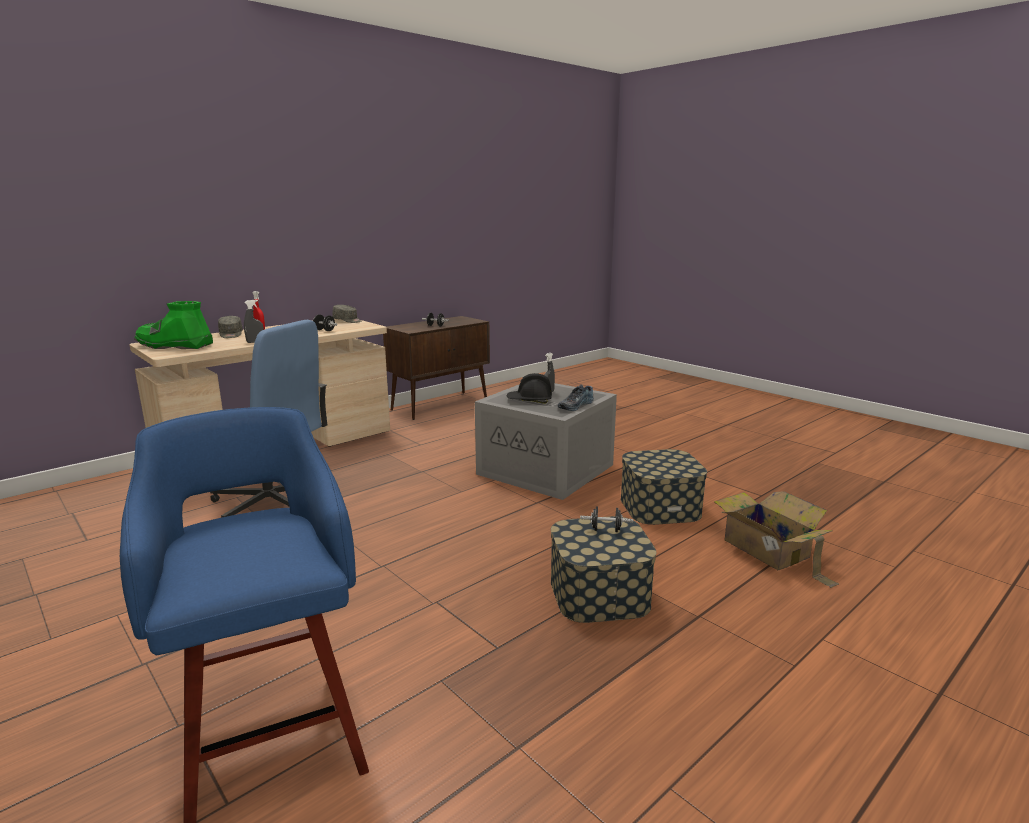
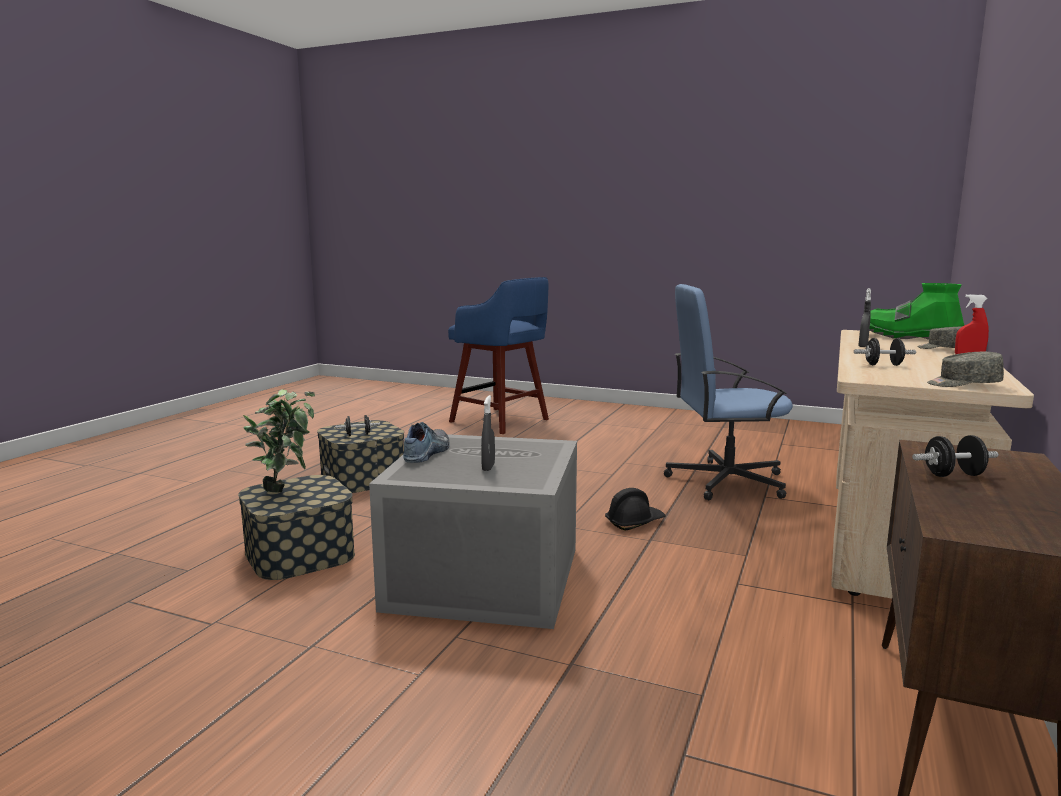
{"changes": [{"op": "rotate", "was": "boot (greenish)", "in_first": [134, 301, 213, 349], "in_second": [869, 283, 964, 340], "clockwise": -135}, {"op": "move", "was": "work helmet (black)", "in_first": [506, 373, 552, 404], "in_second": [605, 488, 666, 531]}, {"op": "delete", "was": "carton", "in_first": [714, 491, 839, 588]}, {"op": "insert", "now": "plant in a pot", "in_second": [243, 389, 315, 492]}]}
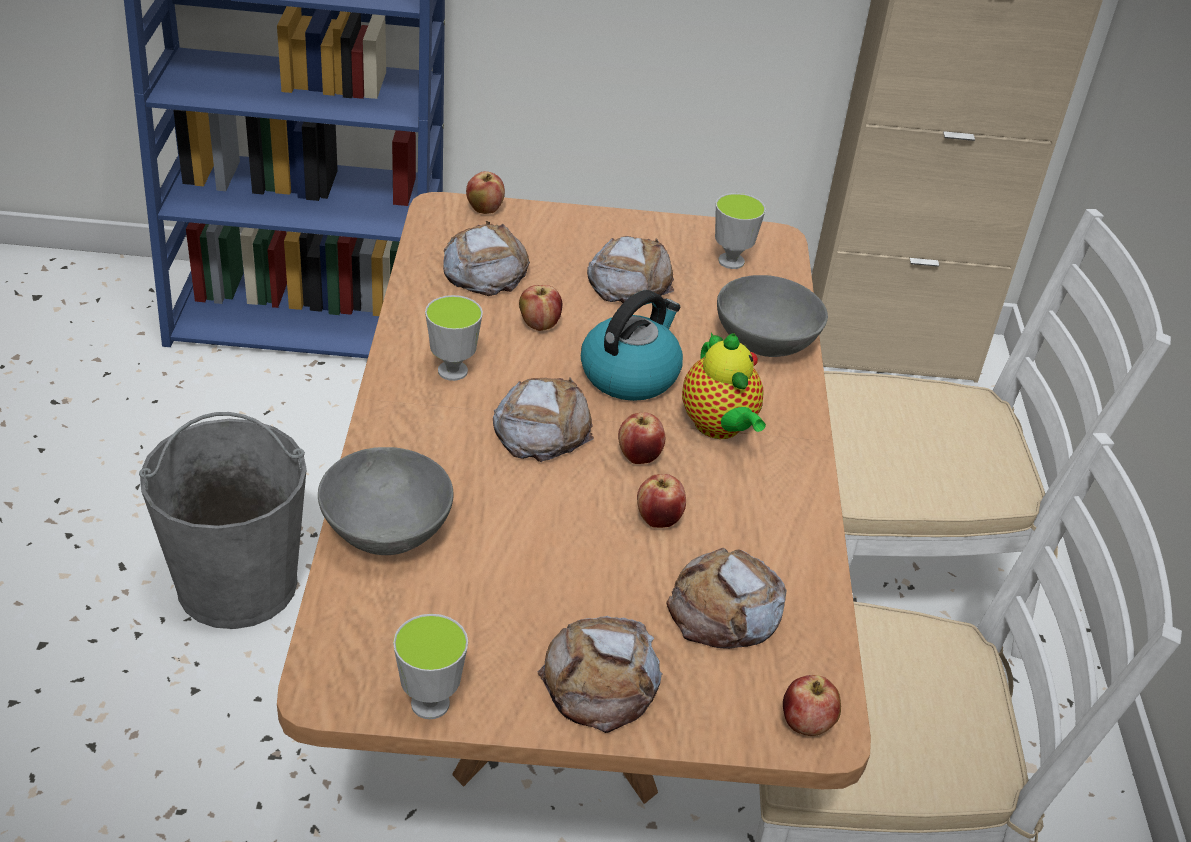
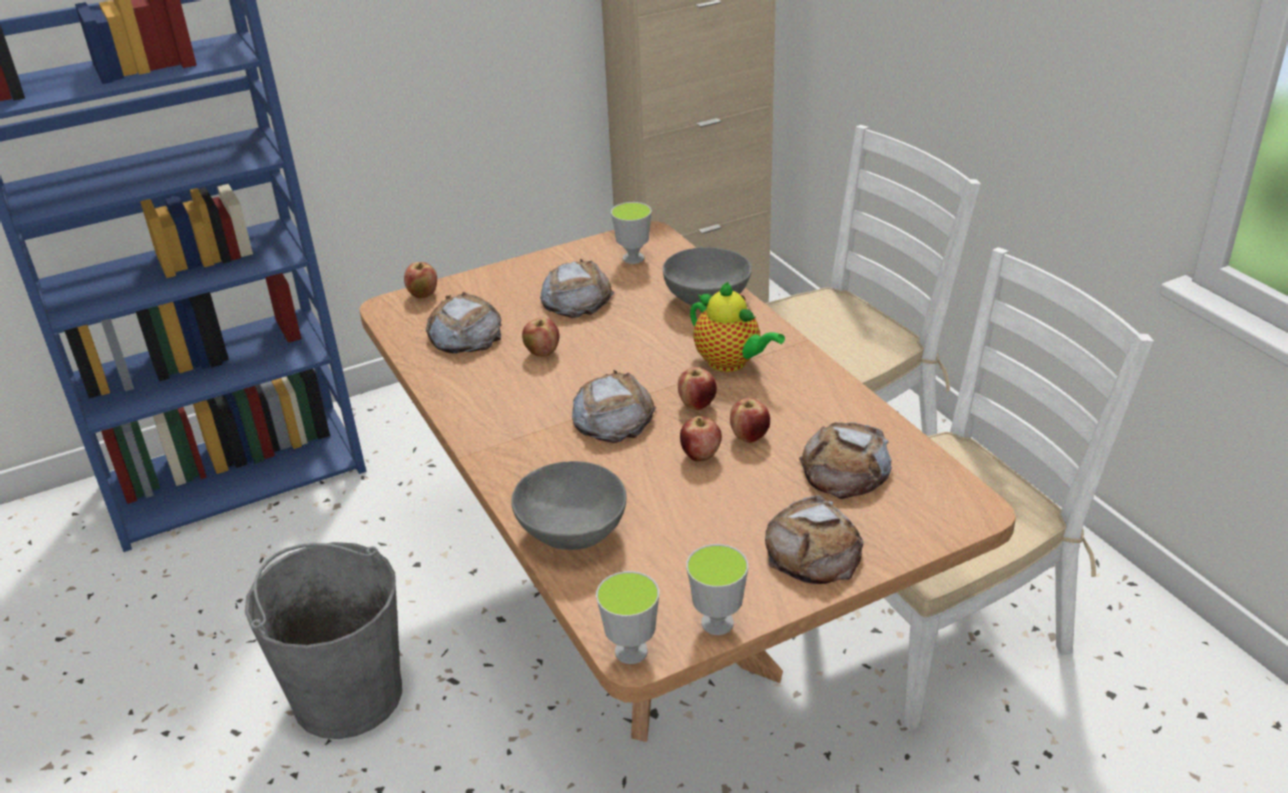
{"changes": [{"op": "move", "was": "drinking cup", "in_first": [425, 295, 483, 381], "in_second": [596, 571, 659, 664]}, {"op": "delete", "was": "kettle", "in_first": [581, 290, 683, 401]}, {"op": "move", "was": "apple", "in_first": [783, 675, 841, 736], "in_second": [680, 416, 722, 461]}]}
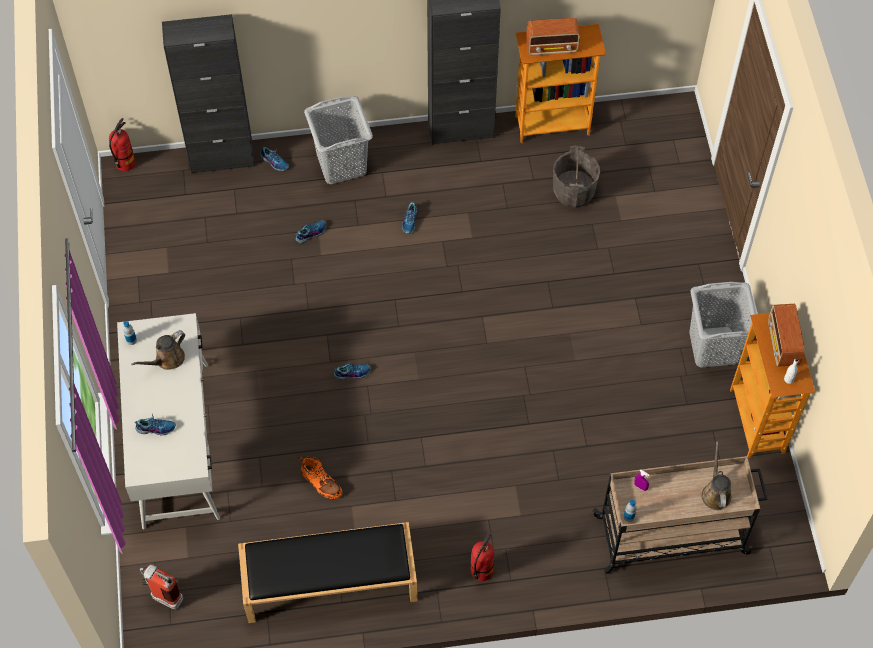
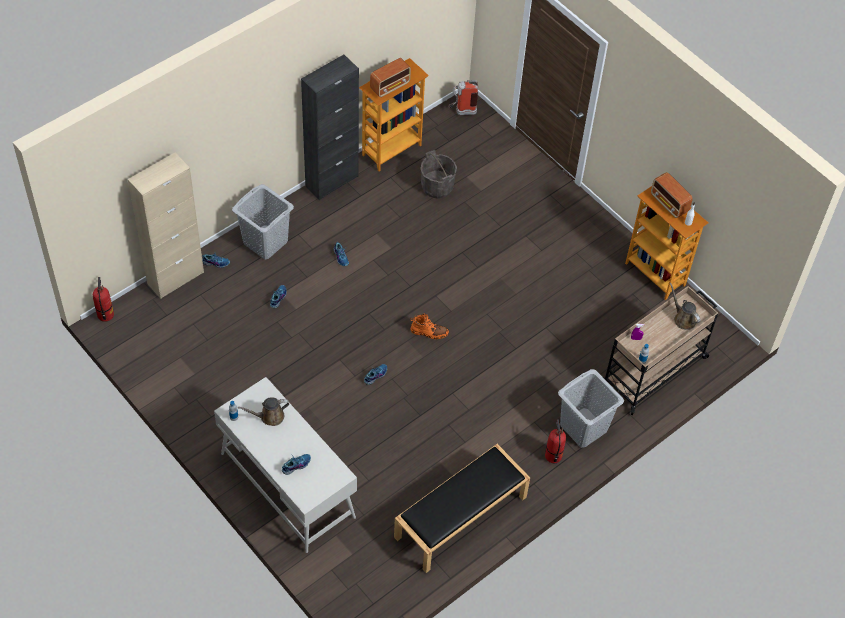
{"changes": [{"op": "rotate", "was": "sprinkling can (brown-coloured)", "in_first": [131, 330, 185, 370], "in_second": [238, 397, 289, 426], "clockwise": 60}, {"op": "move", "was": "extinguisher", "in_first": [140, 565, 183, 609], "in_second": [449, 80, 478, 115]}, {"op": "recolor", "was": "cabinet (black)", "now": "cabinet (sand-coloured)", "in_first": [162, 14, 255, 174], "in_second": [128, 153, 204, 299]}, {"op": "move", "was": "boot (orange)", "in_first": [299, 456, 343, 499], "in_second": [410, 313, 449, 339]}, {"op": "move", "was": "hamper (grey)", "in_first": [689, 282, 756, 367], "in_second": [558, 369, 624, 448]}]}
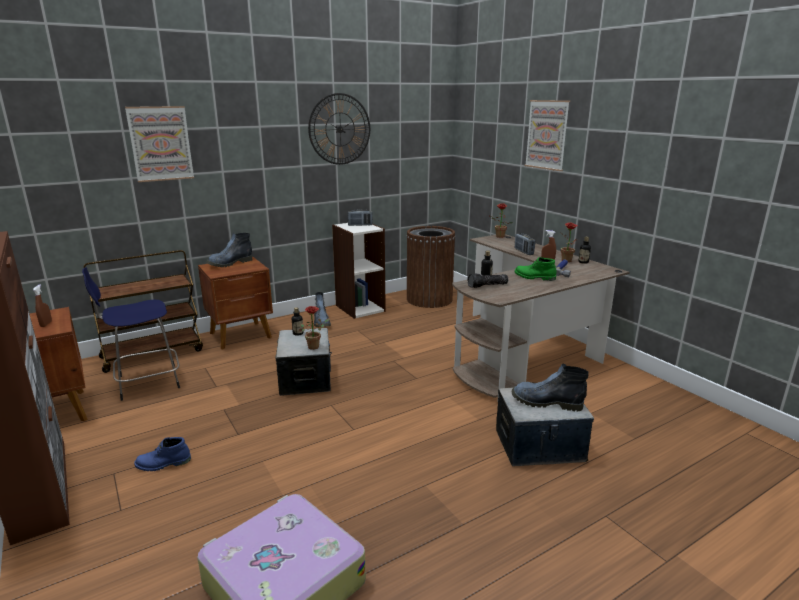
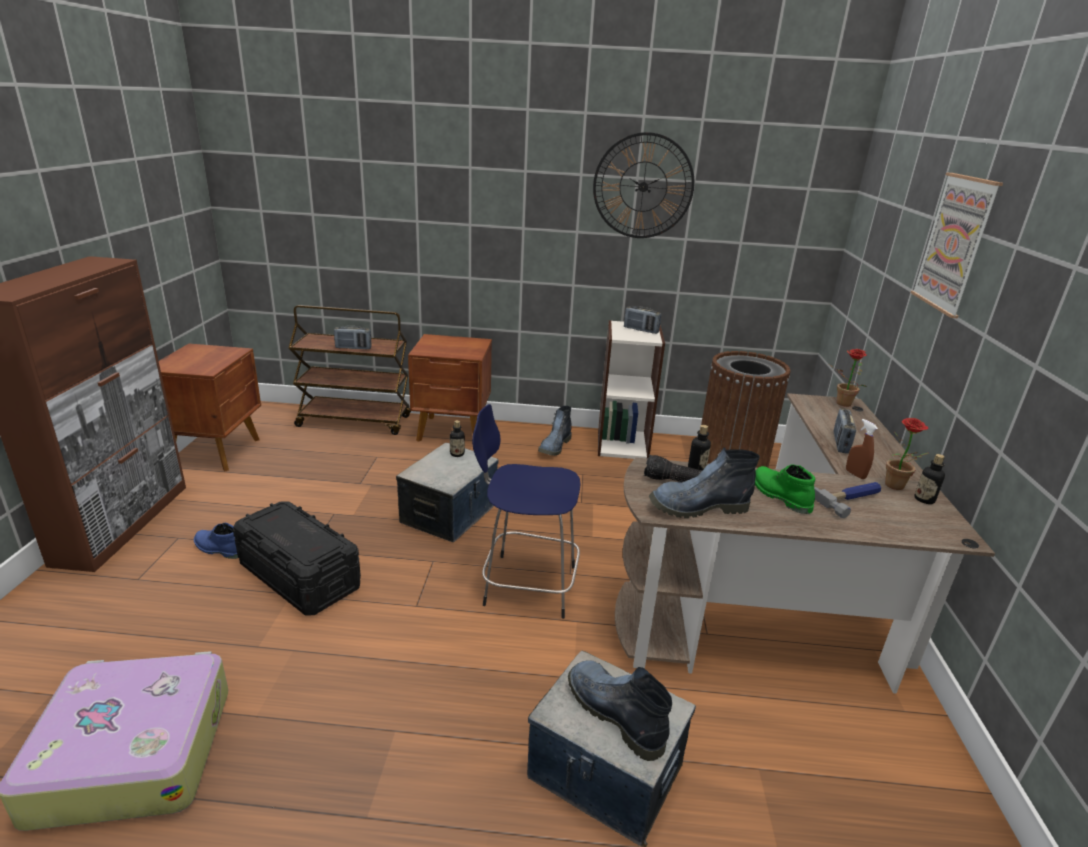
{"changes": [{"op": "delete", "was": "spray bottle (brown-coloured)", "in_first": [33, 284, 52, 327]}, {"op": "move", "was": "stool (bluish)", "in_first": [82, 267, 180, 401], "in_second": [472, 404, 581, 619]}, {"op": "delete", "was": "wall picture", "in_first": [125, 106, 194, 182]}, {"op": "move", "was": "boot", "in_first": [206, 233, 253, 267], "in_second": [649, 447, 760, 518]}, {"op": "delete", "was": "plant in a pot", "in_first": [300, 306, 330, 350]}, {"op": "insert", "now": "storage box (black)", "in_second": [233, 502, 361, 616]}, {"op": "insert", "now": "radio set", "in_second": [334, 326, 371, 349]}]}
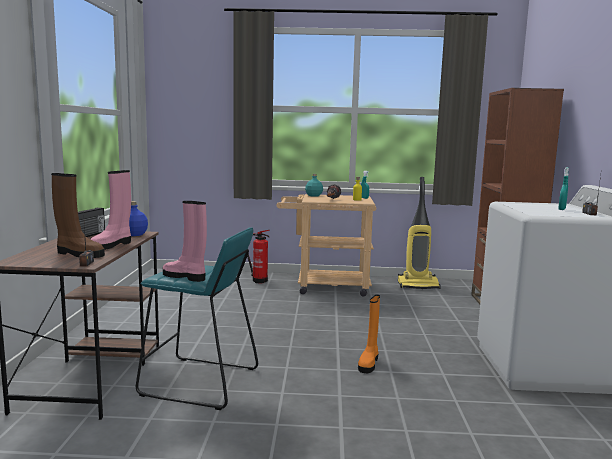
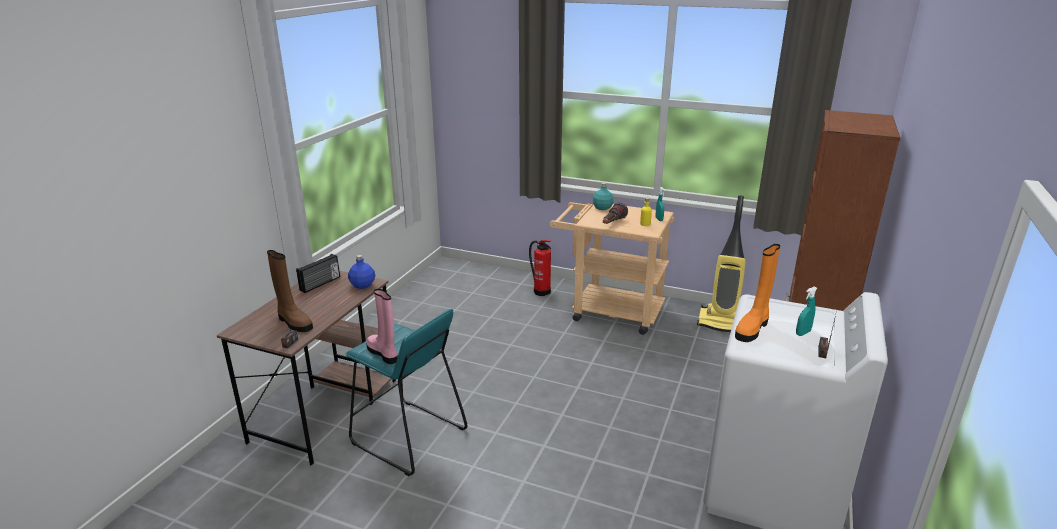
{"changes": [{"op": "delete", "was": "boot (pinkish)", "in_first": [91, 170, 131, 250]}, {"op": "move", "was": "boot (orange)", "in_first": [358, 295, 380, 373], "in_second": [735, 244, 780, 342]}]}
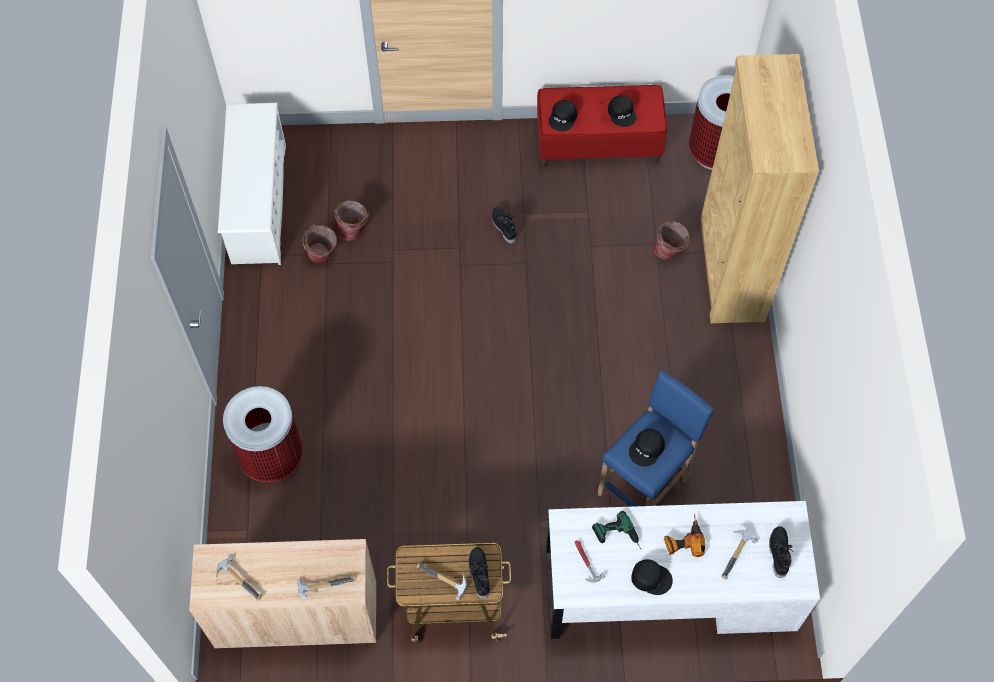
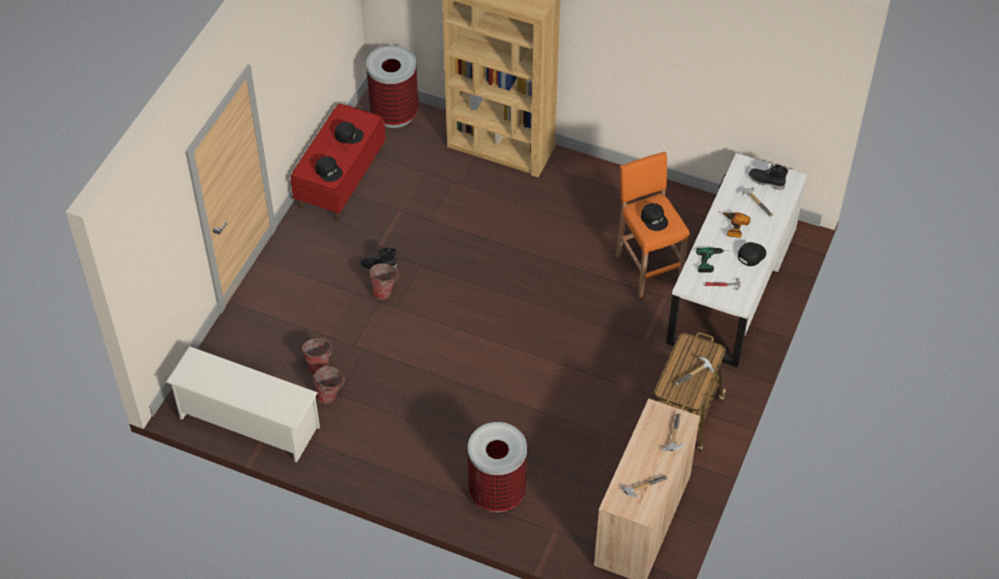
{"changes": [{"op": "delete", "was": "boot (black)", "in_first": [469, 547, 490, 599]}, {"op": "recolor", "was": "stool (bluish)", "now": "stool (orange)", "in_first": [597, 370, 714, 507], "in_second": [616, 152, 690, 298]}, {"op": "move", "was": "water bucket", "in_first": [654, 221, 690, 260], "in_second": [369, 263, 399, 300]}]}
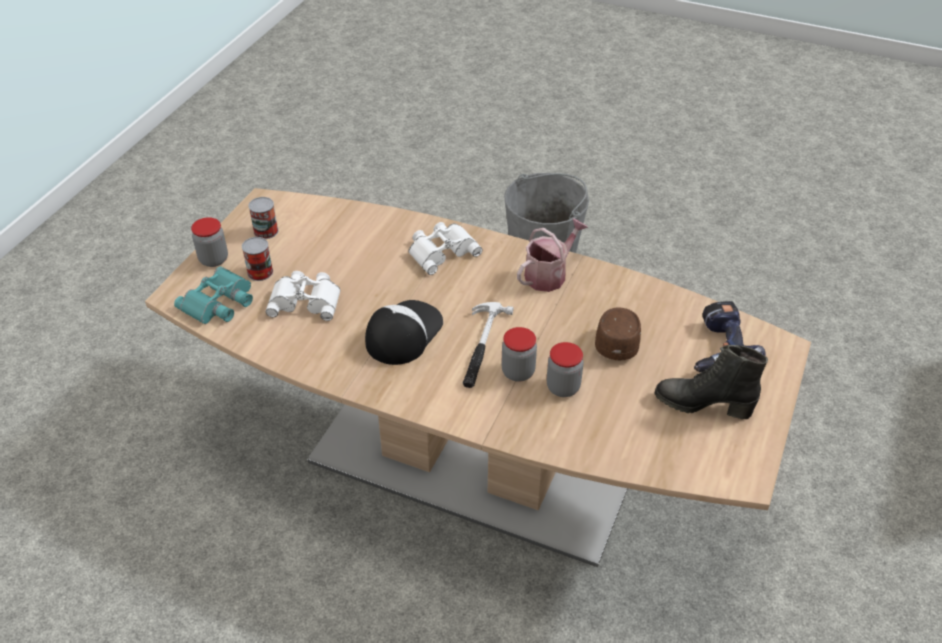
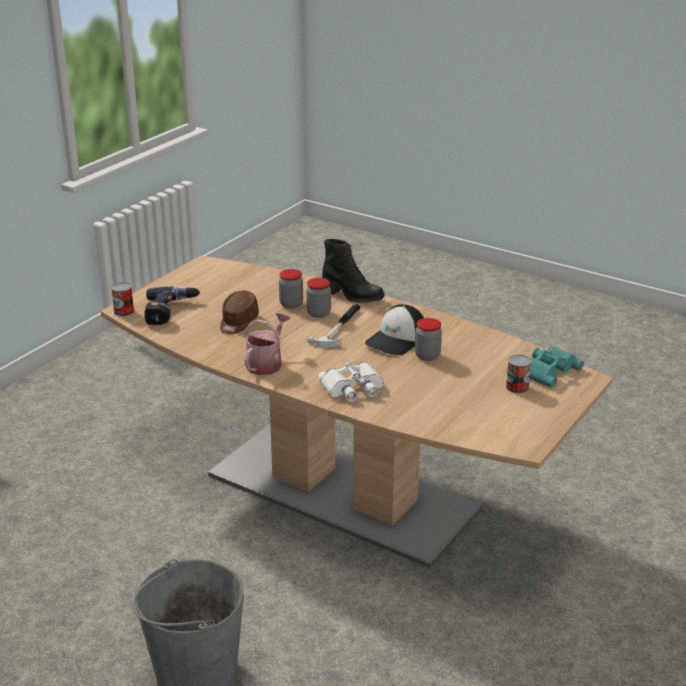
{"changes": [{"op": "move", "was": "jar", "in_first": [191, 217, 228, 267], "in_second": [415, 318, 442, 361]}, {"op": "move", "was": "metal can", "in_first": [248, 197, 278, 239], "in_second": [111, 282, 134, 316]}, {"op": "delete", "was": "field glasses (whitish)", "in_first": [266, 271, 341, 321]}, {"op": "rotate", "was": "sprinkling can", "in_first": [517, 218, 588, 292], "in_second": [244, 313, 290, 375], "clockwise": 150}, {"op": "move", "was": "boot (black)", "in_first": [655, 345, 768, 419], "in_second": [322, 239, 385, 303]}]}
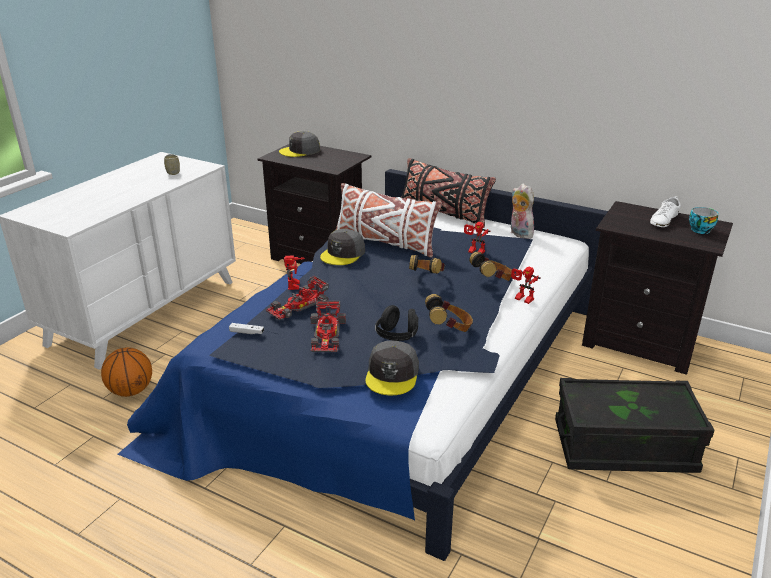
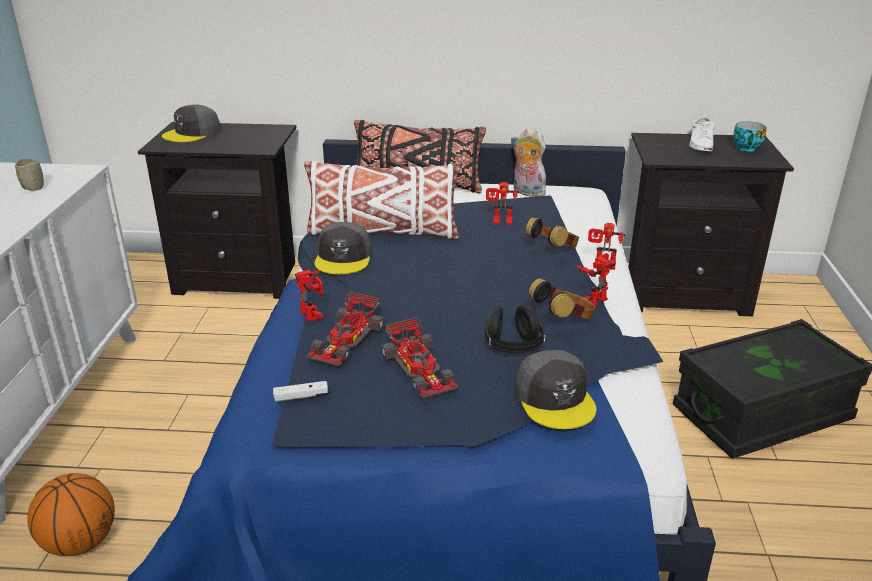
{"changes": [{"op": "delete", "was": "headphones", "in_first": [409, 255, 445, 274]}, {"op": "insert", "now": "toy robot", "in_second": [575, 253, 616, 306]}]}
